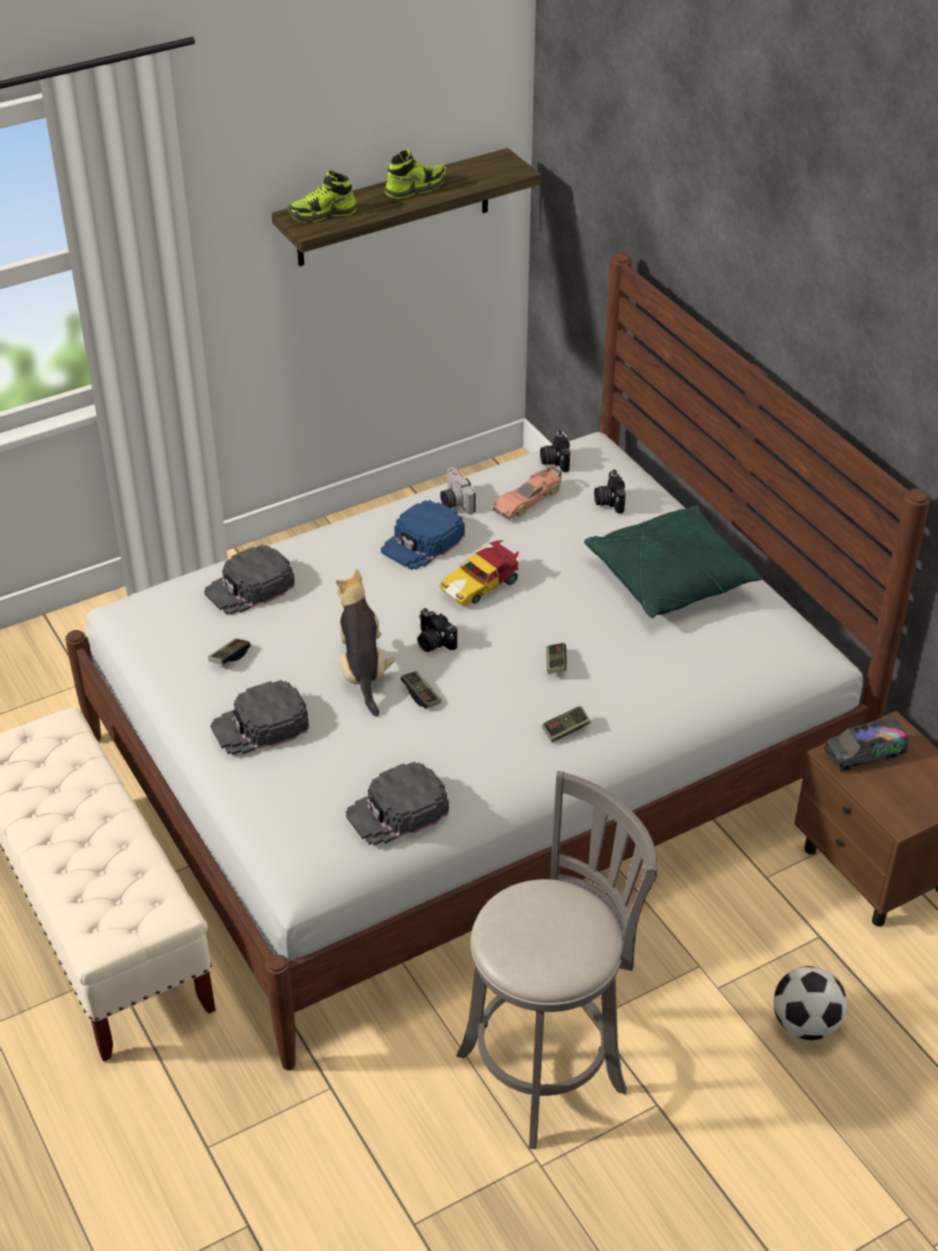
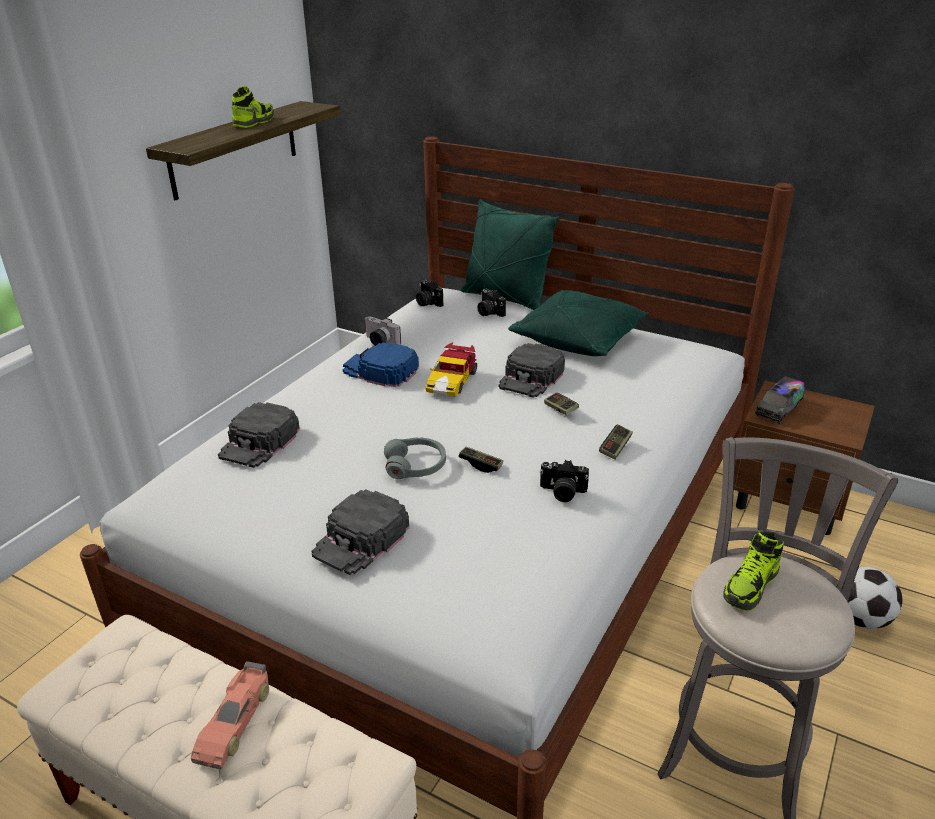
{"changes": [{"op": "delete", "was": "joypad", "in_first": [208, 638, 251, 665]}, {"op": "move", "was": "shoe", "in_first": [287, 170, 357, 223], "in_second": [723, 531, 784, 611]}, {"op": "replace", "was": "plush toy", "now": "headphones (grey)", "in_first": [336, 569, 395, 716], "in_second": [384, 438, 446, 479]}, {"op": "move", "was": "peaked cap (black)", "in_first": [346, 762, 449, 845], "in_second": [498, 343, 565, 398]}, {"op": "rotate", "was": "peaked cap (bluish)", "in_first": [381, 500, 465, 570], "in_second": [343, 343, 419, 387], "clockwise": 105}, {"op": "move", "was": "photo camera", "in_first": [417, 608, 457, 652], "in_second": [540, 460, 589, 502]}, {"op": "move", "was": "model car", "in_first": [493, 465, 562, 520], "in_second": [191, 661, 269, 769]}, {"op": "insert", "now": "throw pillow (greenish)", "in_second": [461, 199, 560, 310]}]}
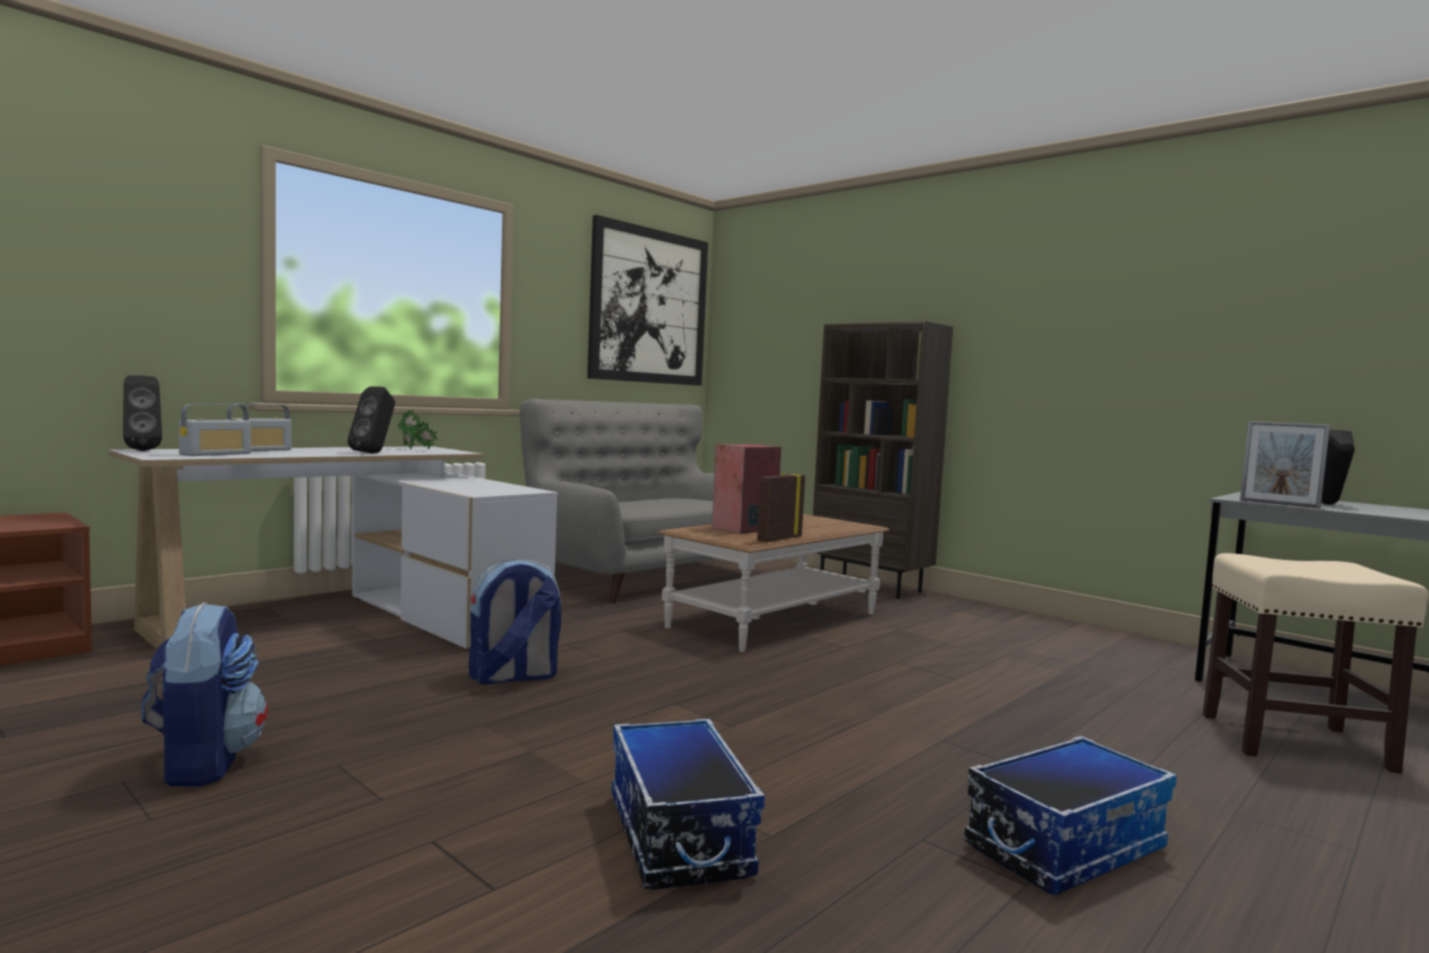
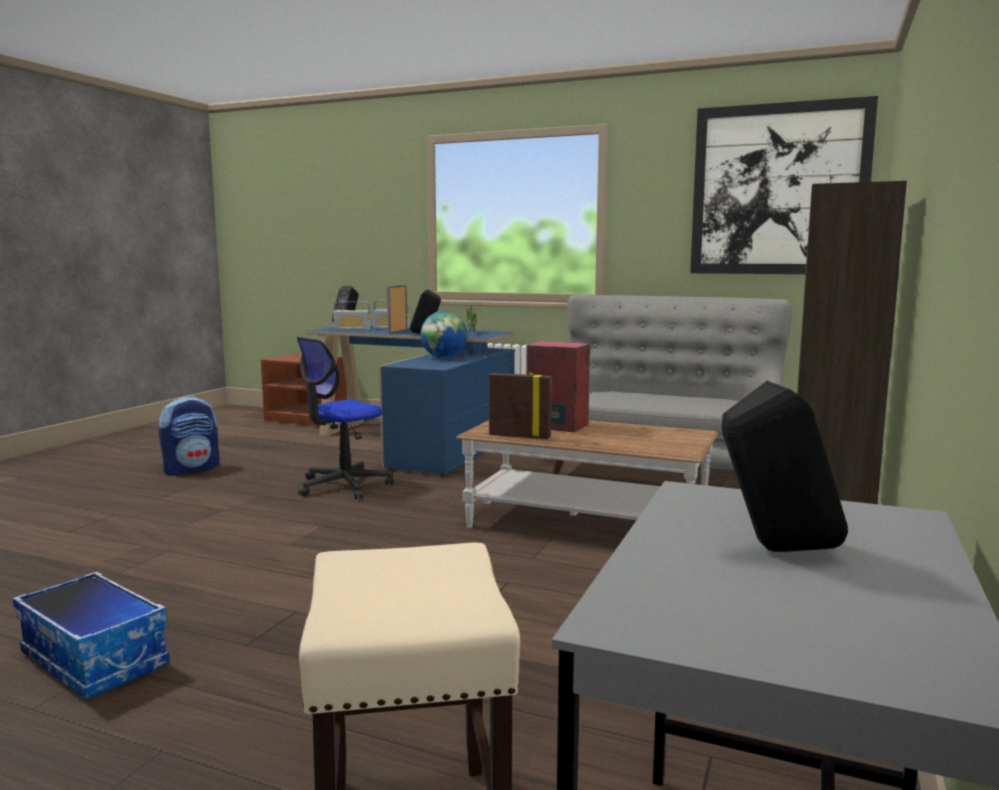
{"changes": [{"op": "recolor", "was": "desk (whitish)", "now": "desk (bluish)", "in_first": [109, 446, 558, 649], "in_second": [306, 326, 515, 476]}, {"op": "replace", "was": "rucksack", "now": "computer chair", "in_first": [469, 559, 561, 685], "in_second": [296, 337, 394, 499]}, {"op": "delete", "was": "storage box", "in_first": [612, 719, 765, 890]}, {"op": "move", "was": "photo frame", "in_first": [1240, 421, 1330, 508], "in_second": [387, 285, 407, 334]}, {"op": "insert", "now": "world globe", "in_second": [420, 311, 468, 358]}]}
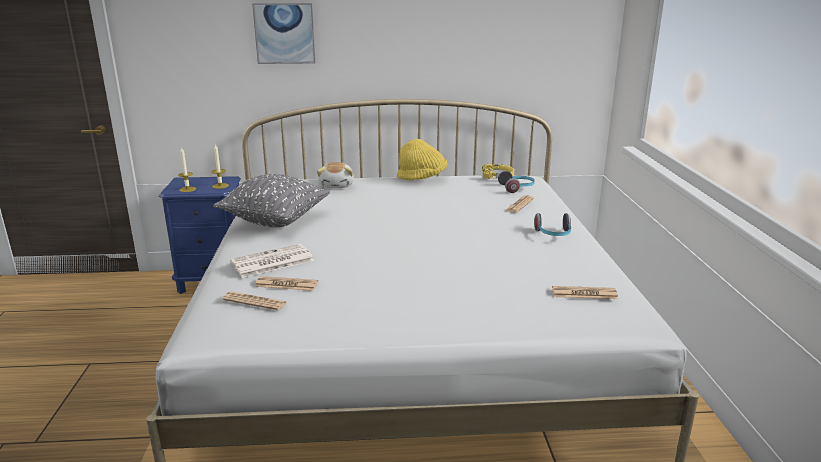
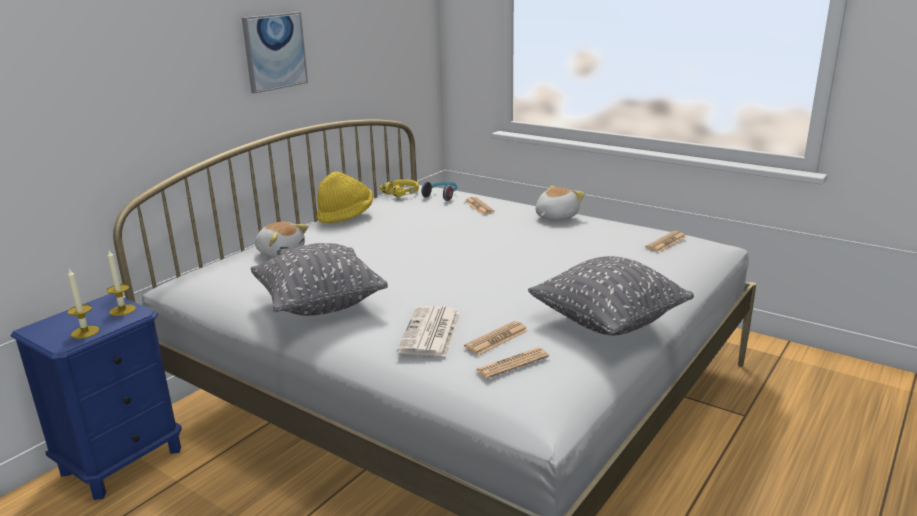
{"changes": [{"op": "move", "was": "wall picture", "in_first": [252, 3, 316, 64], "in_second": [242, 12, 308, 94]}, {"op": "replace", "was": "headphones", "now": "plush toy", "in_first": [534, 213, 571, 236], "in_second": [536, 186, 584, 221]}, {"op": "insert", "now": "throw pillow (grey)", "in_second": [528, 256, 694, 335]}]}
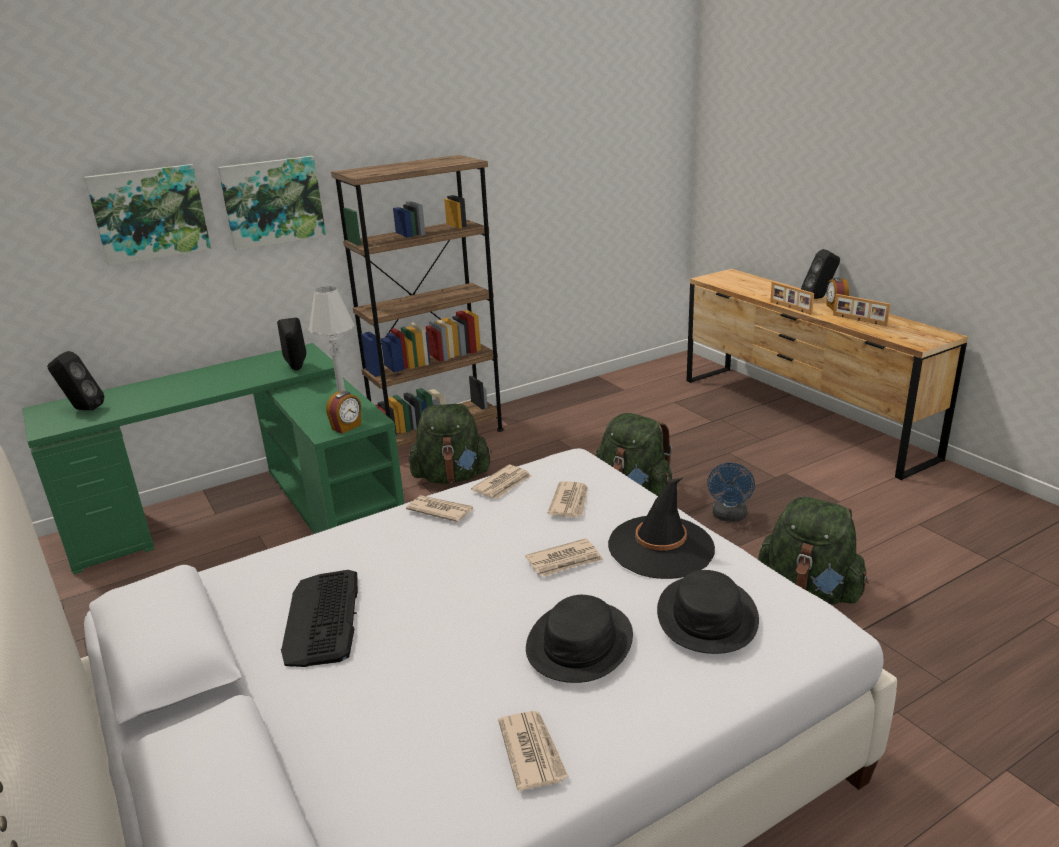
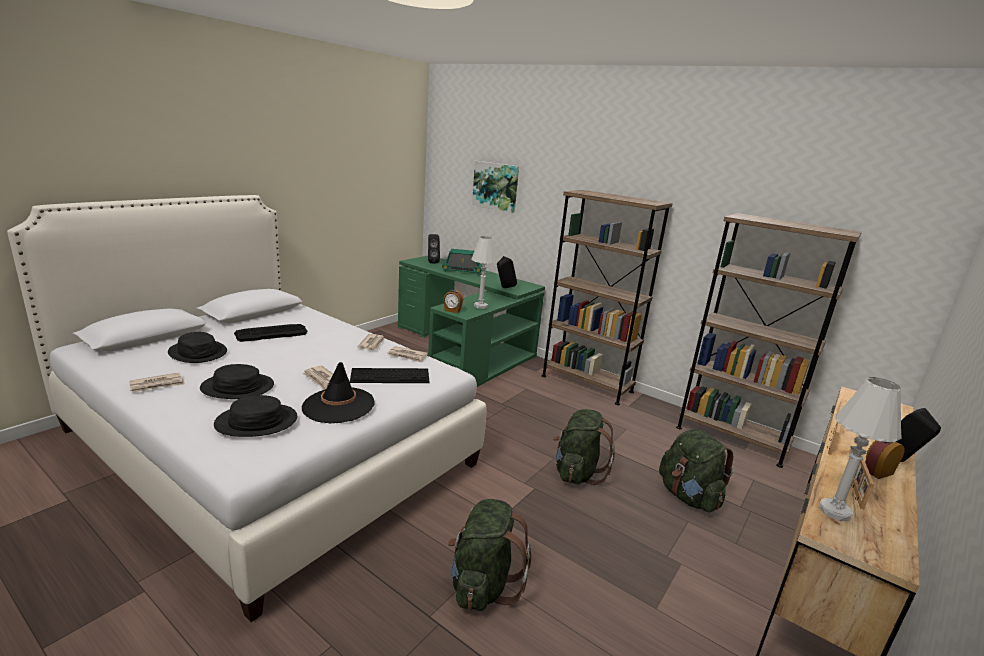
{"changes": [{"op": "delete", "was": "wall picture", "in_first": [218, 156, 326, 251]}, {"op": "move", "was": "rucksack (greenish)", "in_first": [409, 404, 492, 484], "in_second": [659, 429, 733, 512]}, {"op": "replace", "was": "printed paper", "now": "computer keyboard", "in_first": [547, 481, 588, 517], "in_second": [350, 368, 430, 383]}, {"op": "delete", "was": "fan (bluish)", "in_first": [707, 463, 755, 522]}, {"op": "insert", "now": "clothing hat (black)", "in_second": [168, 332, 227, 363]}, {"op": "insert", "now": "radio set", "in_second": [442, 249, 482, 274]}, {"op": "insert", "now": "shelving unit (brown-coloured)", "in_second": [676, 213, 862, 468]}, {"op": "insert", "now": "tabletop lamp (whitish)", "in_second": [819, 377, 902, 521]}]}
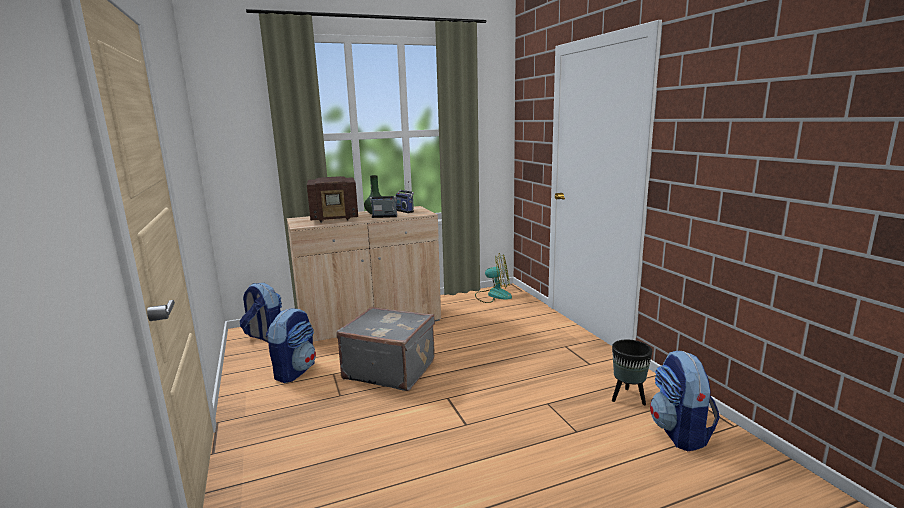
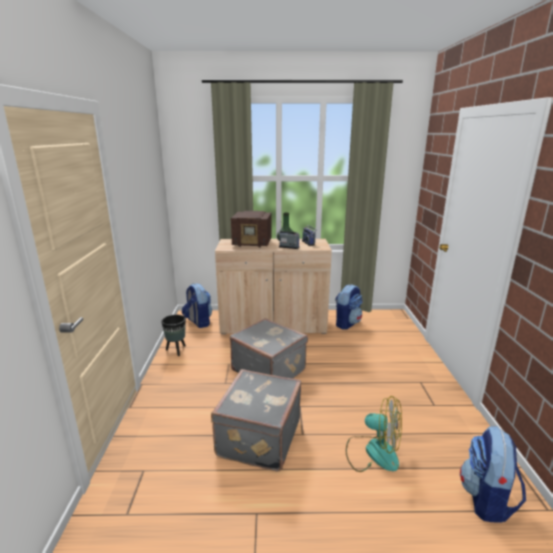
{"changes": [{"op": "move", "was": "rucksack", "in_first": [266, 308, 316, 383], "in_second": [335, 284, 363, 329]}, {"op": "move", "was": "fan", "in_first": [475, 253, 512, 303], "in_second": [346, 396, 402, 472]}, {"op": "move", "was": "flower pot (black)", "in_first": [612, 339, 652, 405], "in_second": [161, 315, 186, 356]}, {"op": "insert", "now": "travel case (grey)", "in_second": [211, 369, 301, 471]}]}
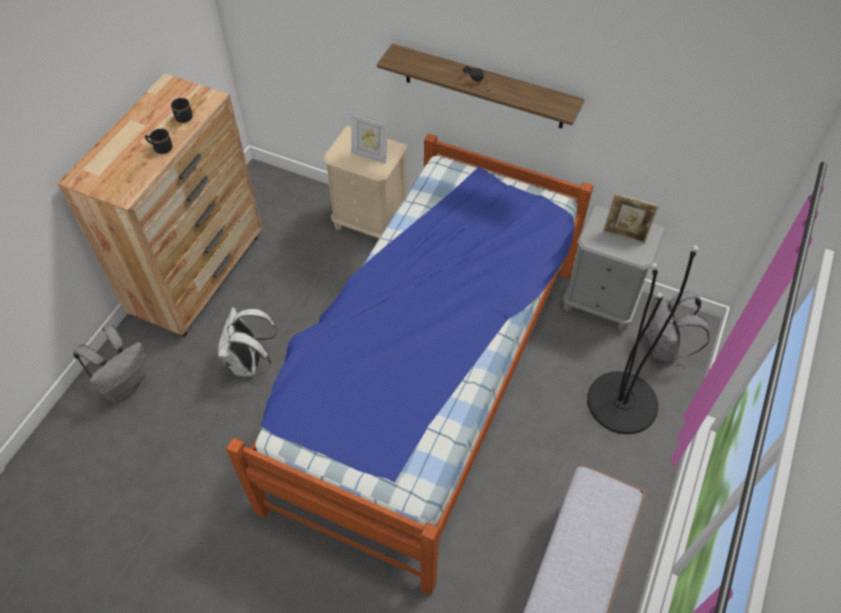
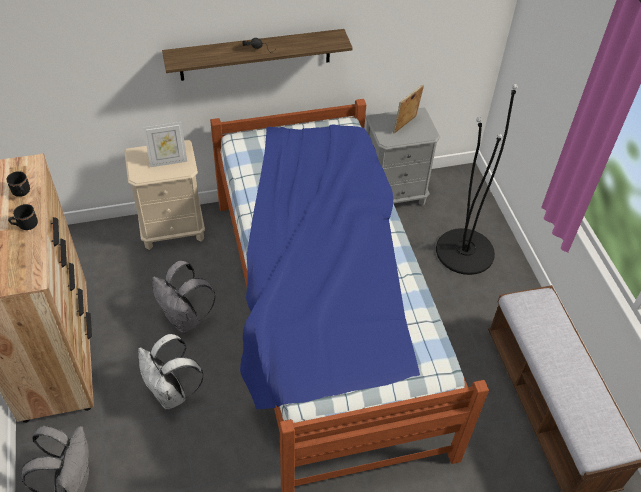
{"changes": [{"op": "rotate", "was": "photo frame", "in_first": [603, 193, 659, 243], "in_second": [393, 84, 424, 134], "clockwise": 150}, {"op": "move", "was": "rucksack (grey)", "in_first": [648, 291, 710, 361], "in_second": [152, 261, 216, 333]}]}
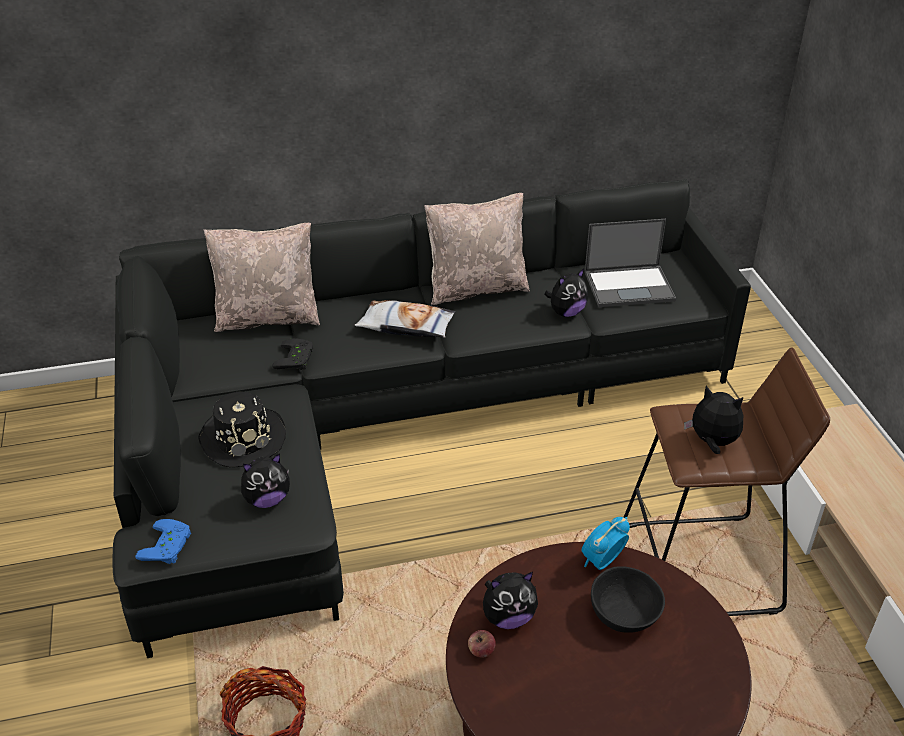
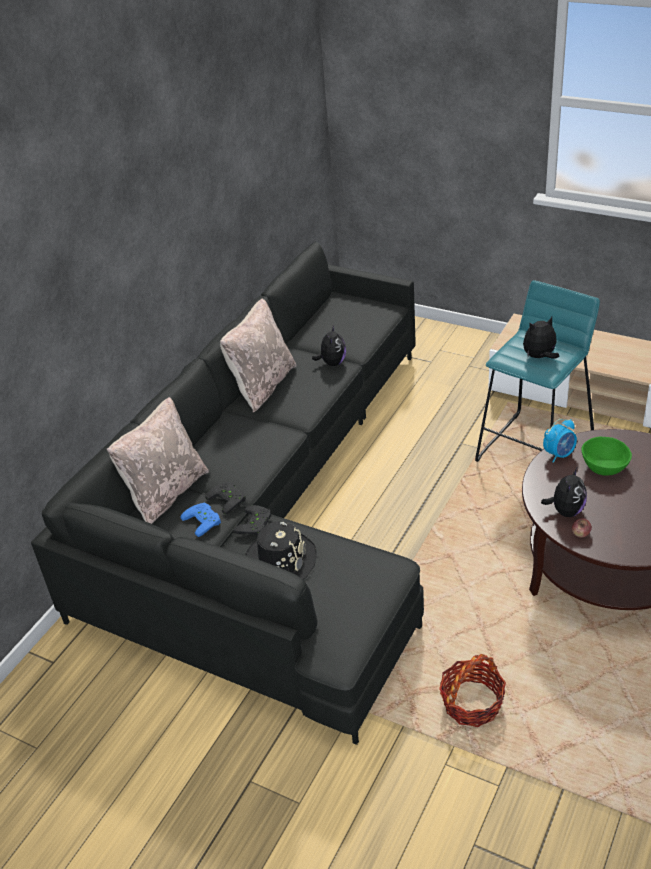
{"changes": [{"op": "move", "was": "joypad (bluish)", "in_first": [135, 519, 191, 564], "in_second": [180, 503, 221, 537]}, {"op": "delete", "was": "plush toy", "in_first": [241, 453, 290, 508]}, {"op": "delete", "was": "throw pillow", "in_first": [355, 300, 455, 338]}, {"op": "rotate", "was": "bedside clock", "in_first": [582, 517, 630, 570], "in_second": [543, 419, 577, 463], "clockwise": -120}, {"op": "delete", "was": "laptop", "in_first": [585, 219, 676, 307]}, {"op": "recolor", "was": "deep dish (black)", "now": "deep dish (greenish)", "in_first": [591, 566, 665, 633], "in_second": [581, 436, 632, 476]}, {"op": "recolor", "was": "stool (brown-coloured)", "now": "stool (turquoise)", "in_first": [623, 347, 830, 616], "in_second": [475, 280, 600, 462]}, {"op": "insert", "now": "joypad (black)", "in_second": [233, 505, 271, 536]}]}
